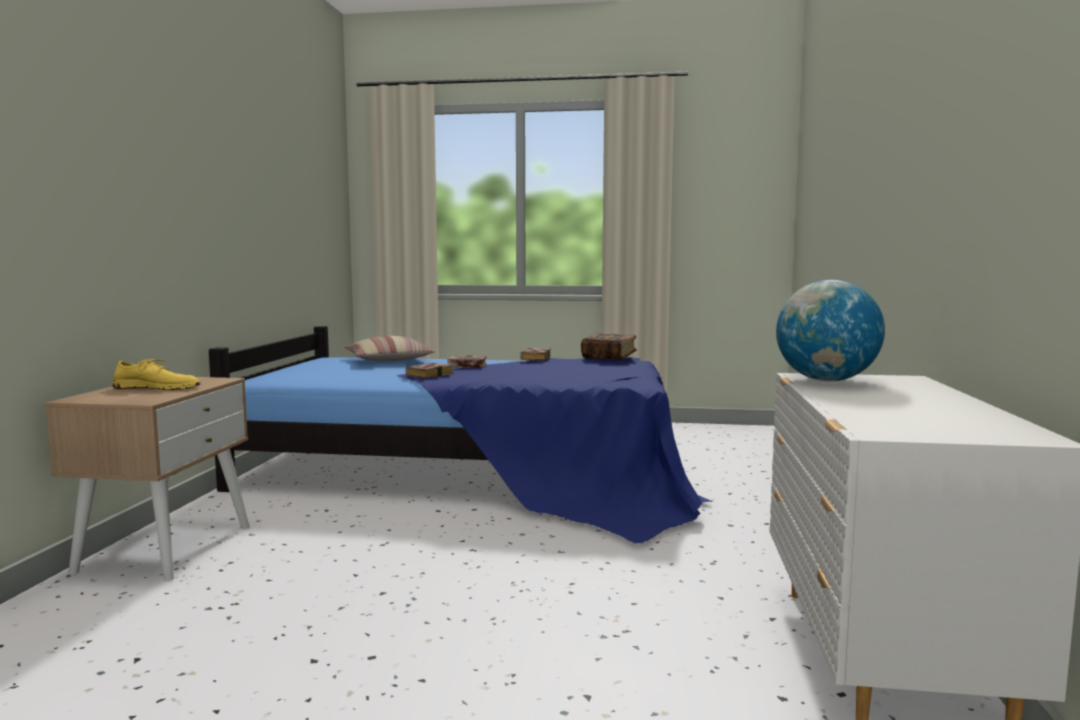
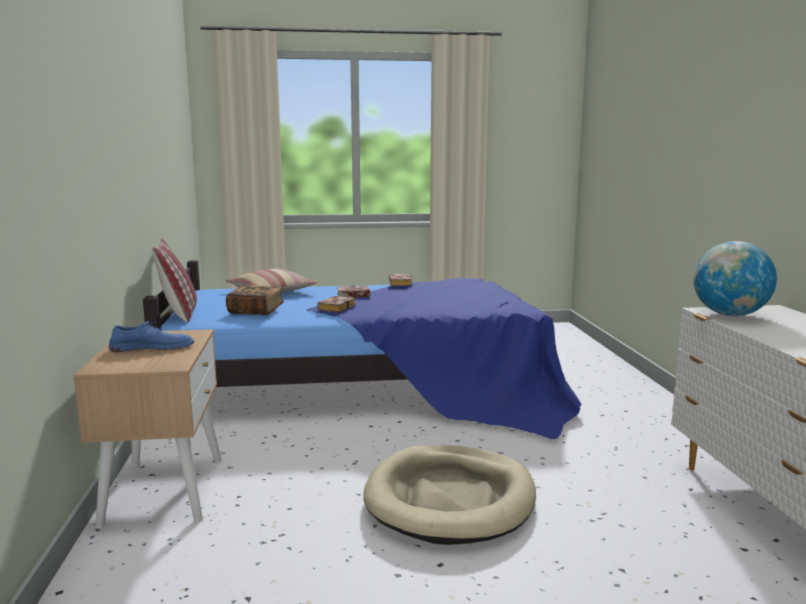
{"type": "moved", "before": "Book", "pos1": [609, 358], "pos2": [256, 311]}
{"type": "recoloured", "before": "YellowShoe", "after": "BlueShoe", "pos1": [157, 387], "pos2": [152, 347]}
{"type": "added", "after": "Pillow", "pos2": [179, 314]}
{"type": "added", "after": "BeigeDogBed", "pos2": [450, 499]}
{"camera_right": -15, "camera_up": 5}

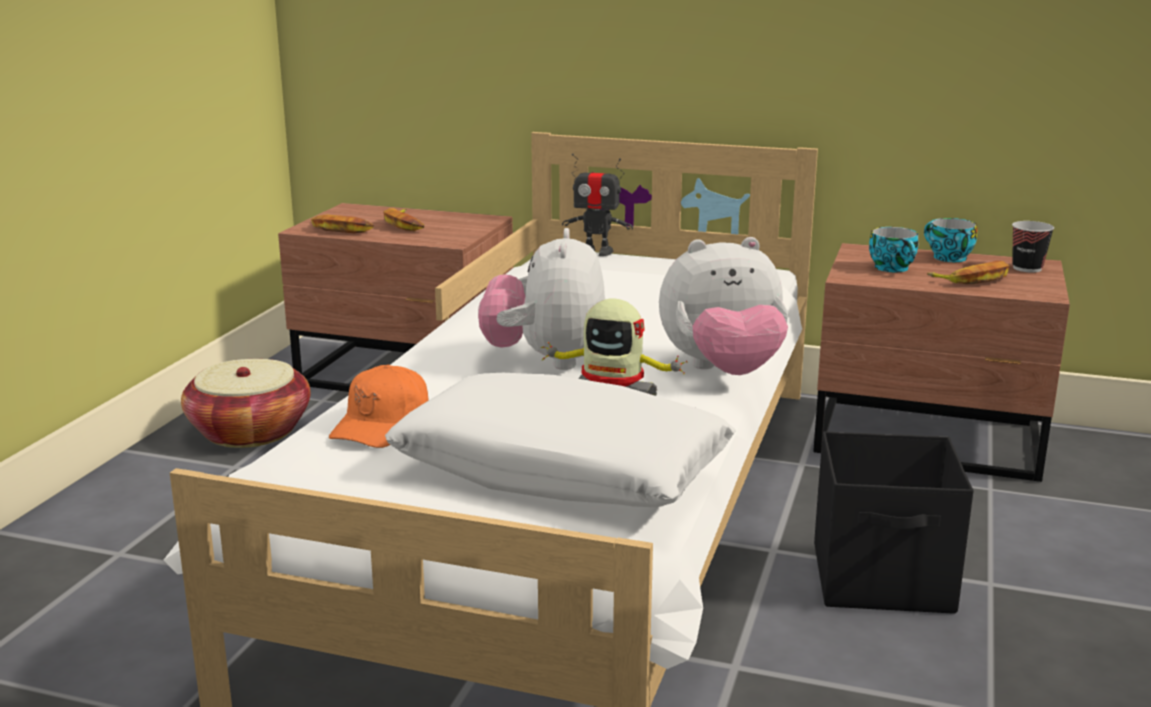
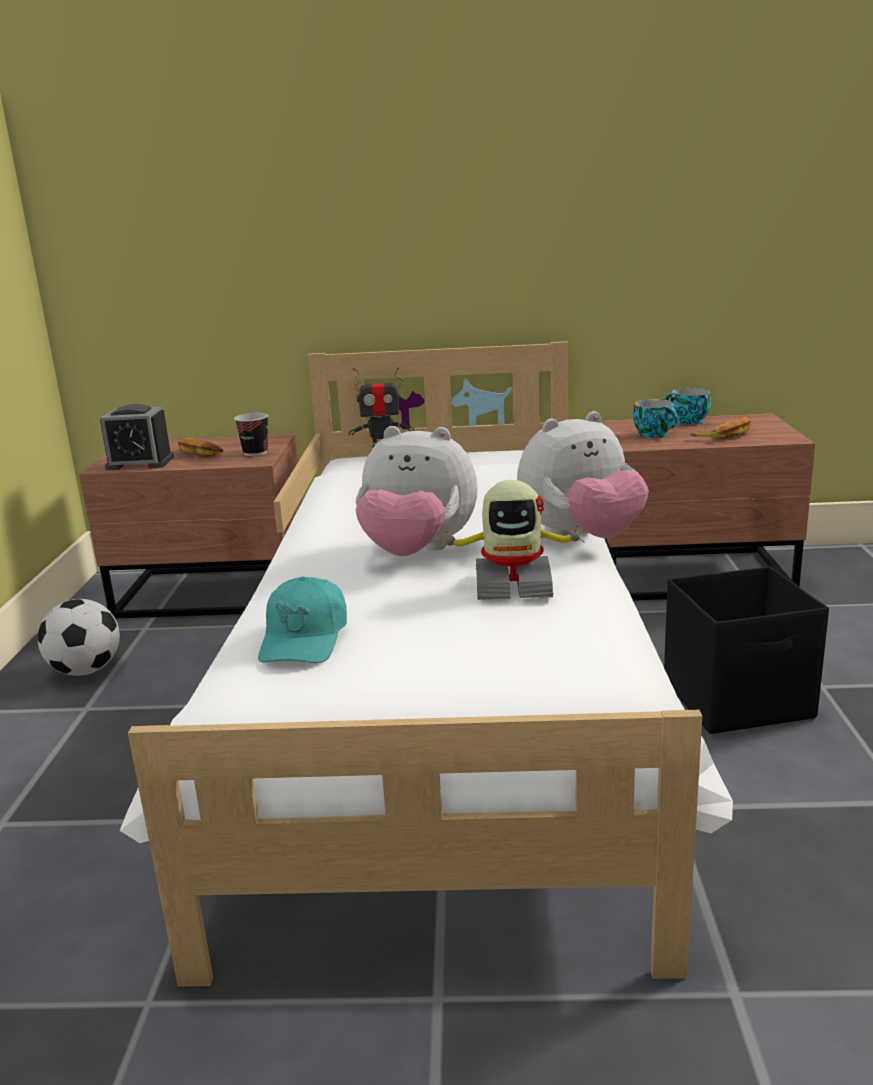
{"type": "replaced", "before": "Banana", "after": "AlarmClock", "pos1": [340, 229], "pos2": [140, 463]}
{"type": "moved", "before": "Cup", "pos1": [1027, 268], "pos2": [255, 453]}
{"type": "turned", "before": "PlushToy", "pos1": [546, 360], "pos2": [417, 552], "turn": -60}
{"type": "replaced", "before": "Basket", "after": "Football", "pos1": [250, 431], "pos2": [86, 670]}
{"type": "recoloured", "before": "OrangeCap", "after": "TurquoiseCap", "pos1": [382, 424], "pos2": [305, 638]}
{"type": "removed", "before": "WhitePillow", "pos1": [561, 470]}
{"camera_right": -15, "camera_up": 0}

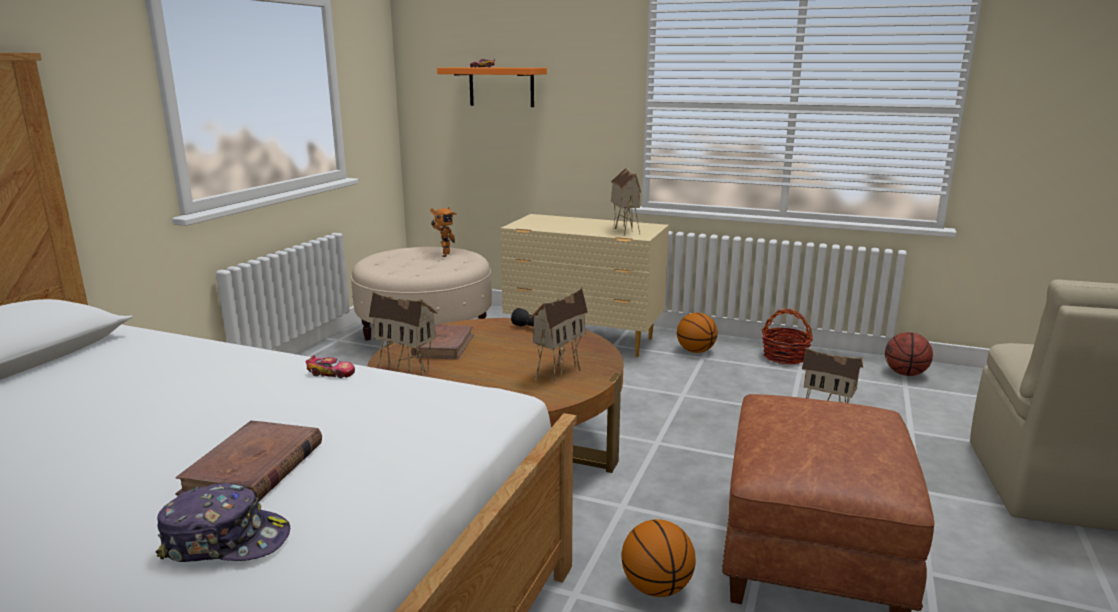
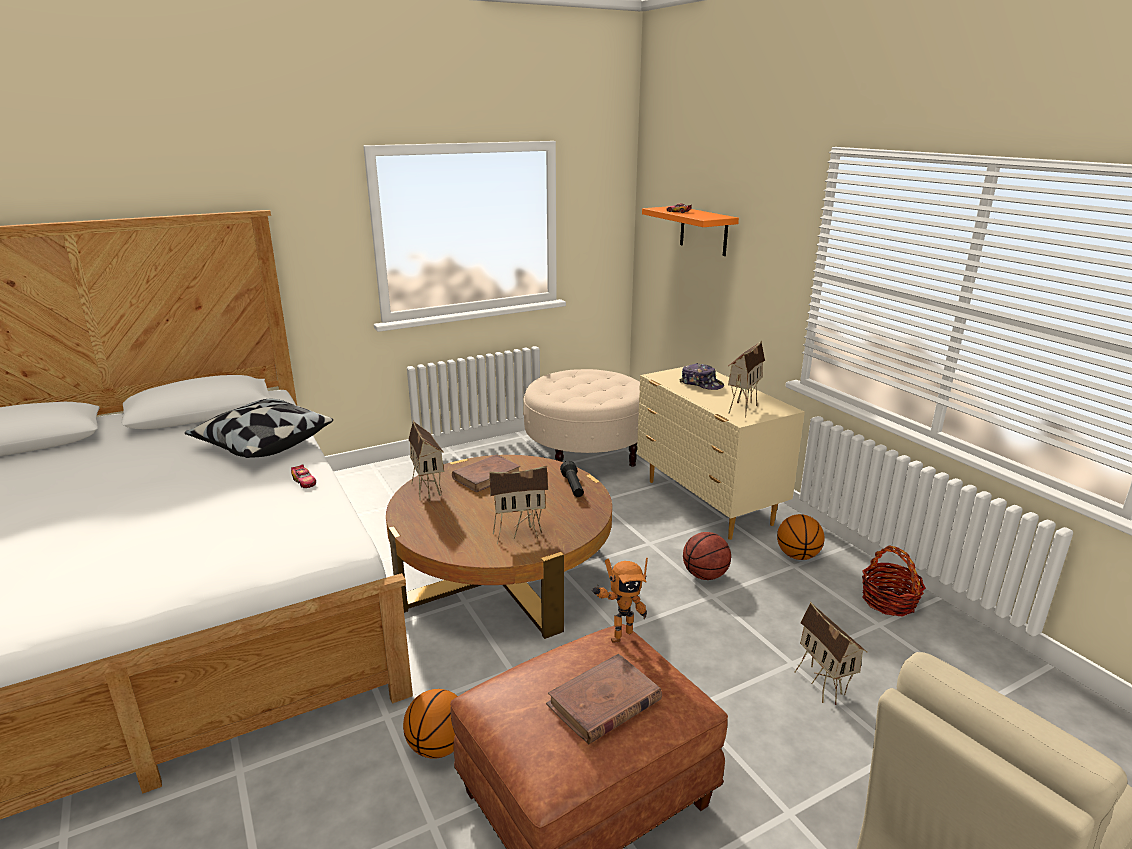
{"type": "moved", "before": "ToyRobot", "pos1": [443, 255], "pos2": [619, 635]}
{"type": "moved", "before": "Basketball", "pos1": [905, 374], "pos2": [704, 575]}
{"type": "moved", "before": "BrownBook", "pos1": [254, 468], "pos2": [604, 703]}
{"type": "moved", "before": "Cap", "pos1": [226, 541], "pos2": [701, 384]}
{"type": "added", "after": "Pillow", "pos2": [262, 444]}
{"camera_right": 40, "camera_up": 5}

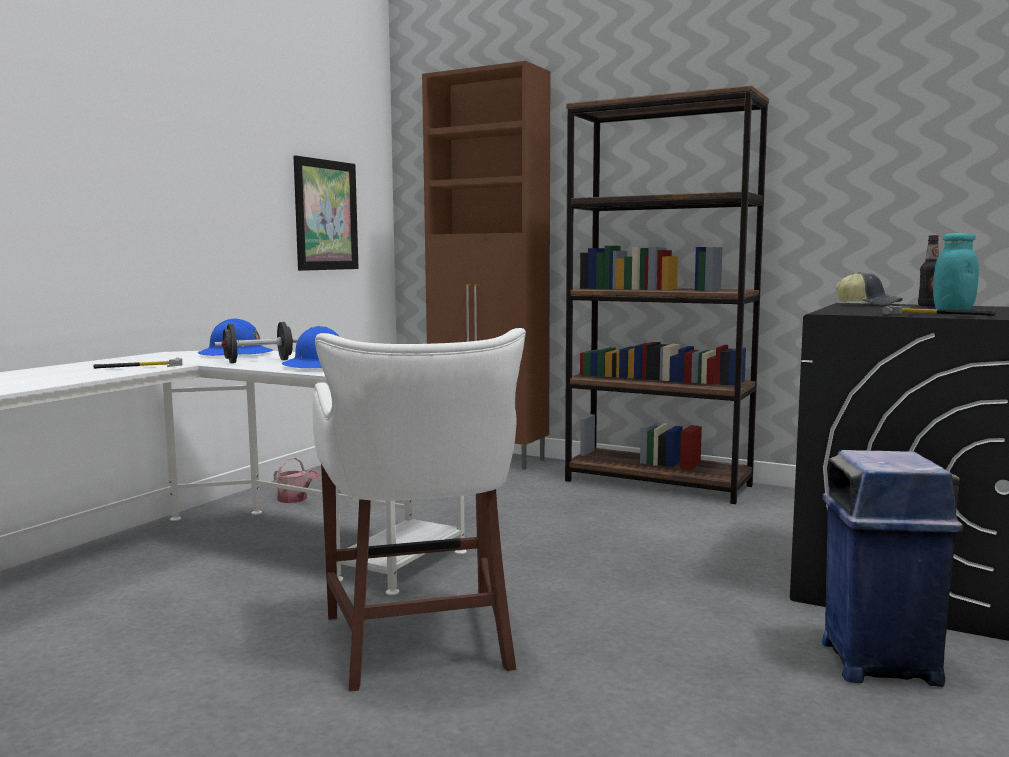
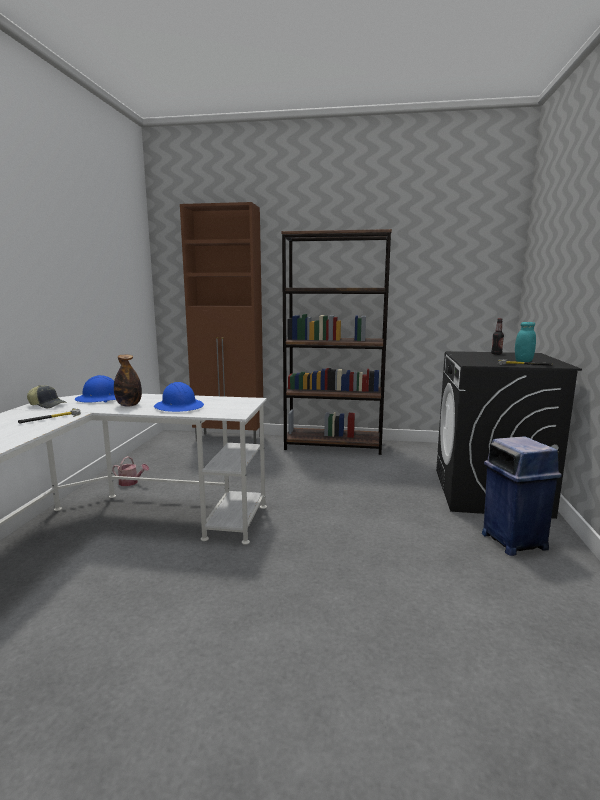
{"type": "removed", "before": "Picture", "pos1": [326, 215]}
{"type": "moved", "before": "Cap", "pos1": [869, 304], "pos2": [48, 405]}
{"type": "replaced", "before": "BlackDumbbell", "after": "Bottle", "pos1": [258, 361], "pos2": [129, 405]}
{"type": "removed", "before": "WhiteStool", "pos1": [421, 643]}
{"camera_right": -20, "camera_up": 5}

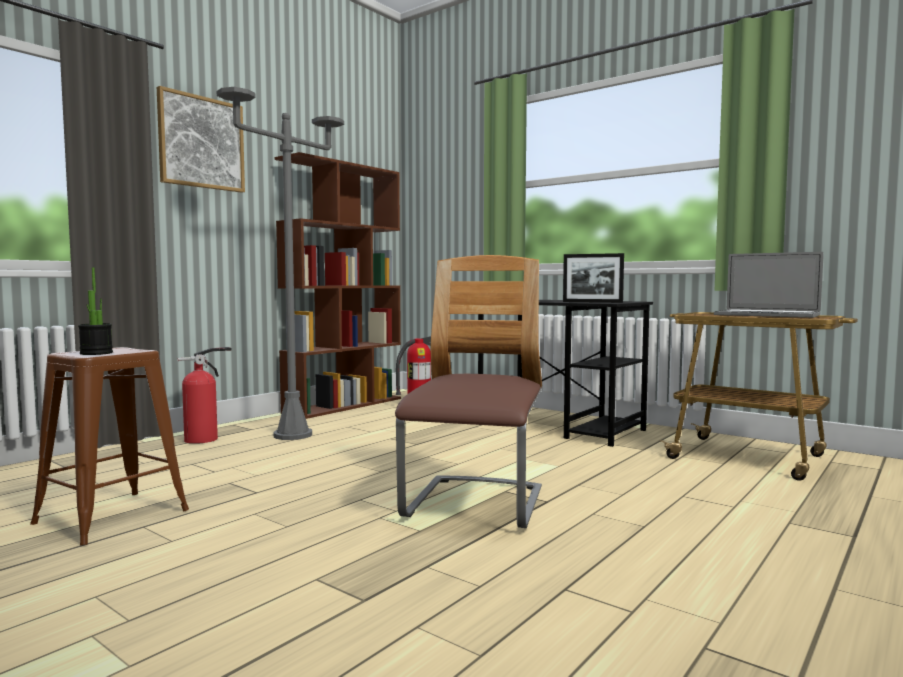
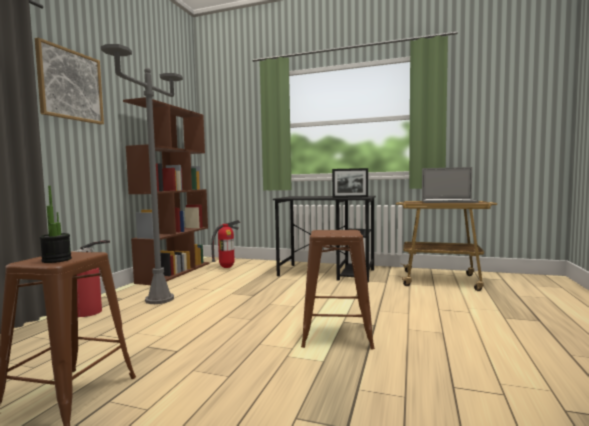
{"type": "replaced", "before": "Chair", "after": "BrownStool", "pos1": [475, 505], "pos2": [336, 335]}
{"camera_right": -20, "camera_up": 0}

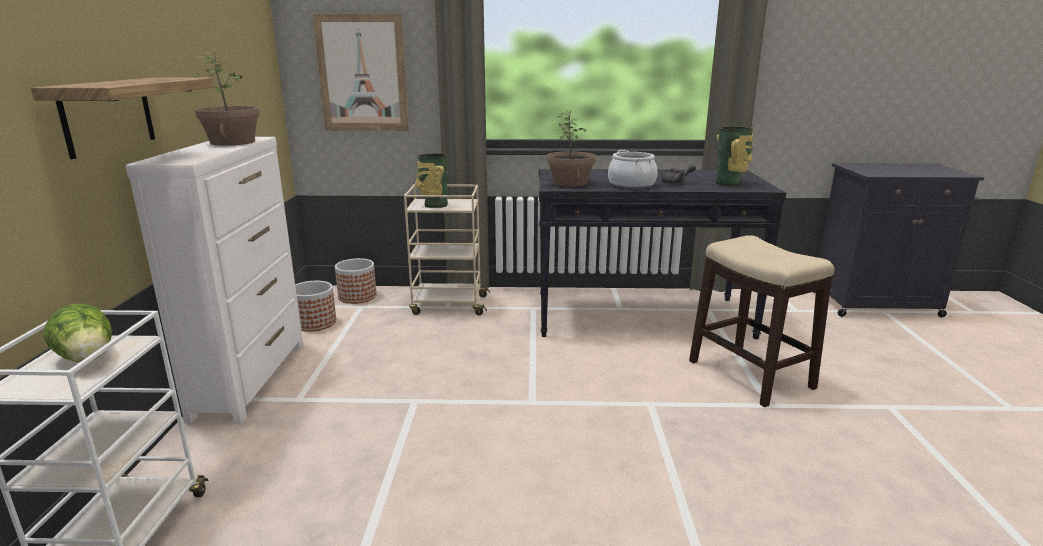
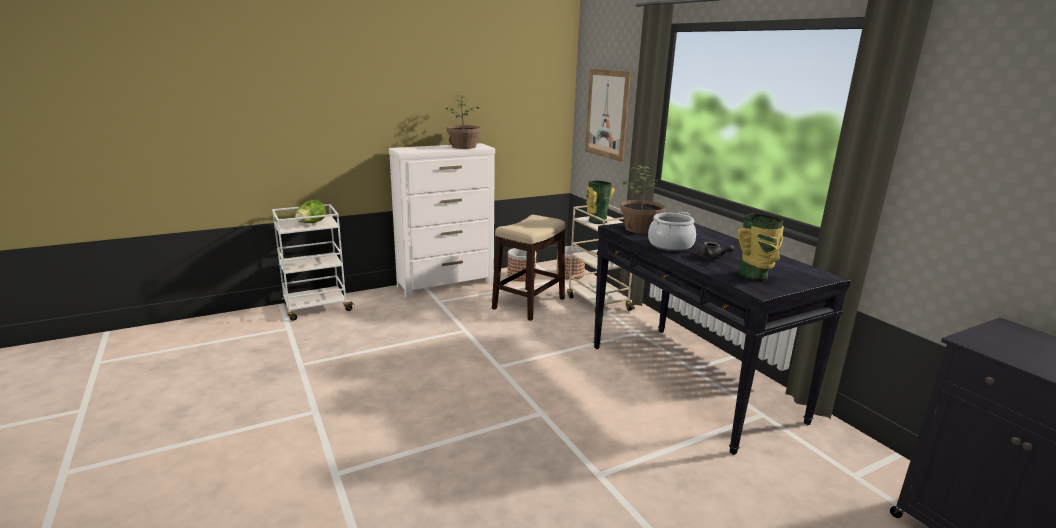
{"type": "removed", "before": "Shelf", "pos1": [108, 115]}
{"type": "moved", "before": "Stool", "pos1": [749, 374], "pos2": [529, 303]}
{"camera_right": 60, "camera_up": 0}

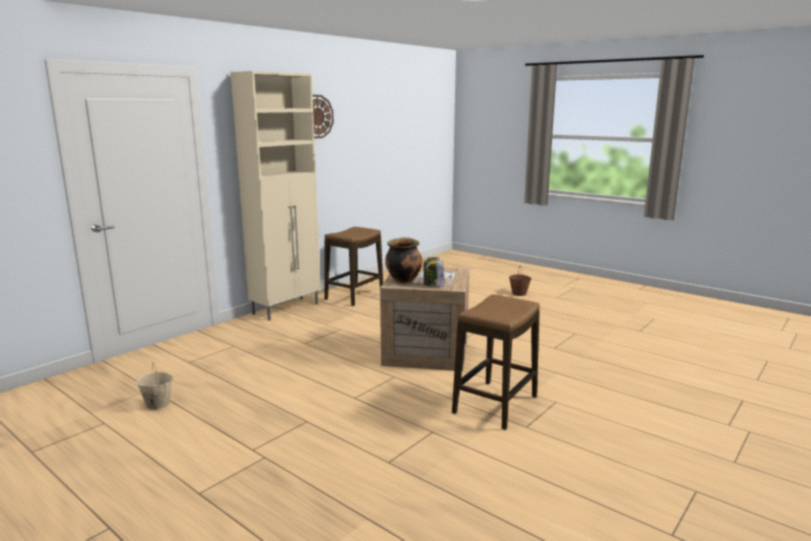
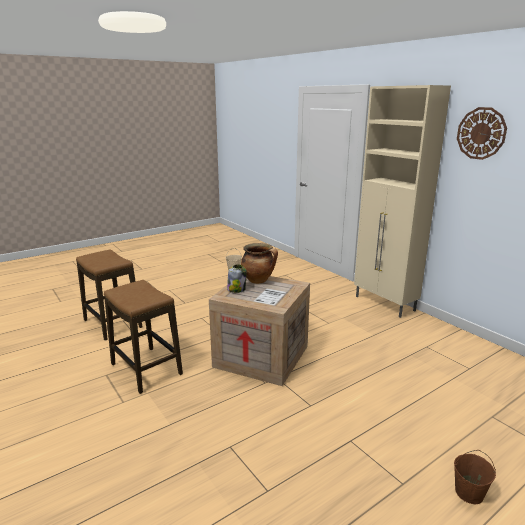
{"type": "moved", "before": "Stool", "pos1": [354, 296], "pos2": [113, 324]}
{"camera_right": 105, "camera_up": 5}

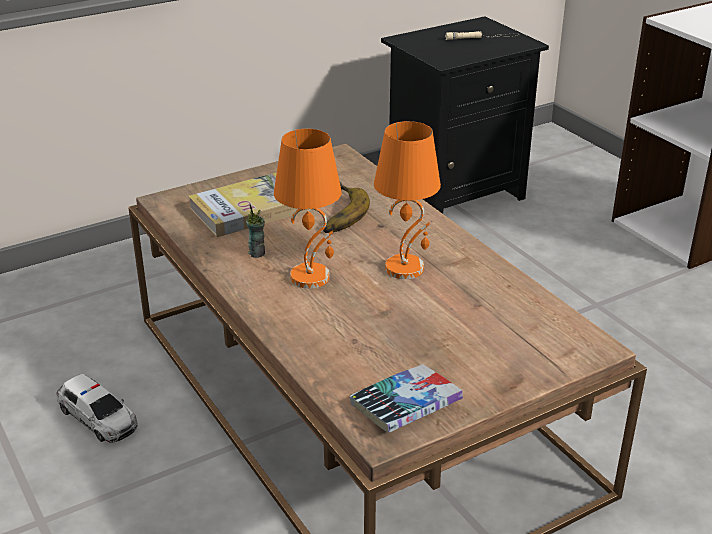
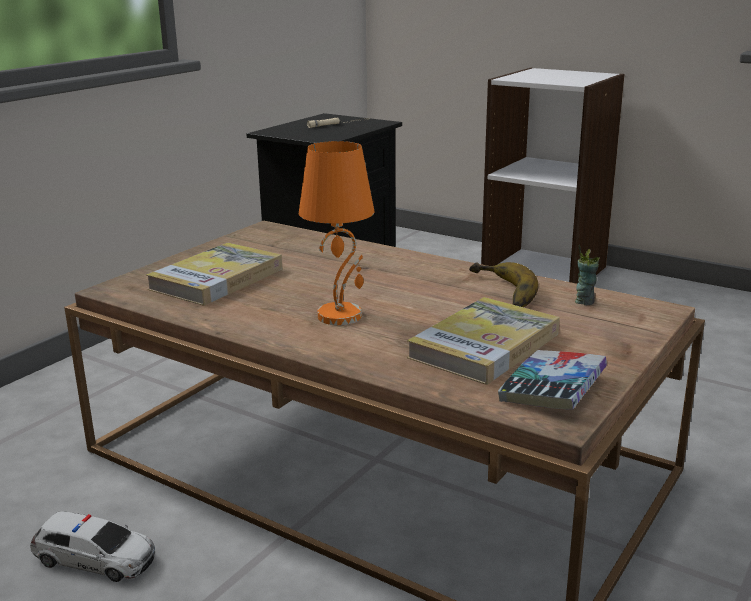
{"type": "removed", "before": "OrangeTableLamp", "pos1": [405, 268]}
{"type": "moved", "before": "Banana", "pos1": [336, 213], "pos2": [499, 292]}
{"type": "moved", "before": "Cup", "pos1": [257, 253], "pos2": [584, 301]}
{"type": "added", "after": "Book", "pos2": [485, 346]}
{"camera_right": -25, "camera_up": -10}

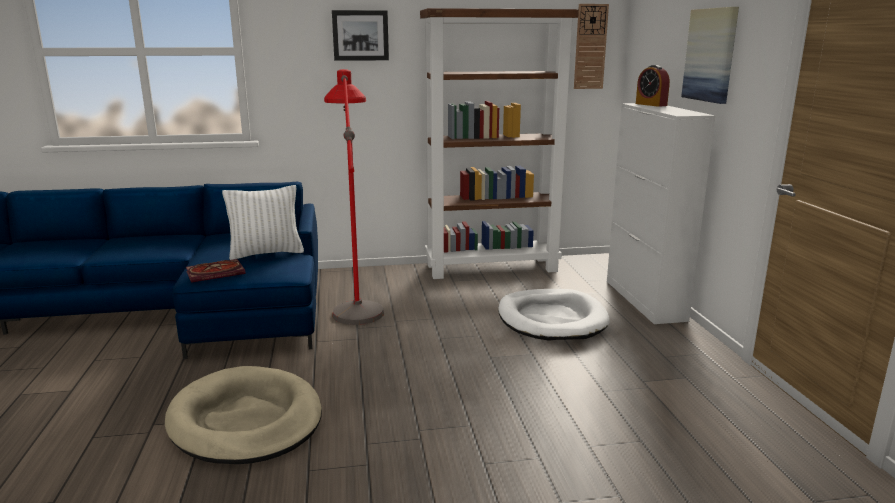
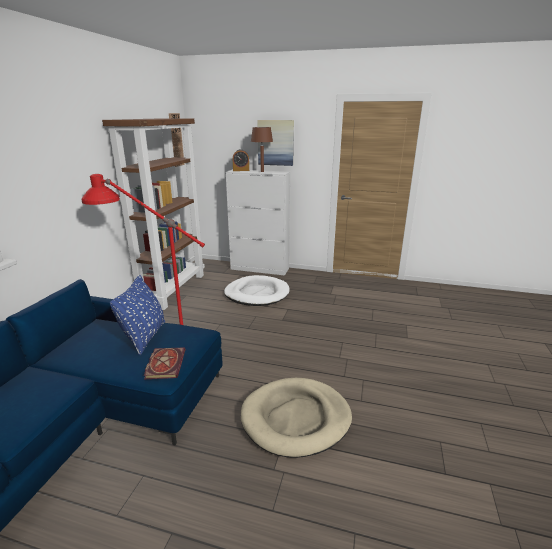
{"type": "removed", "before": "Picture", "pos1": [360, 35]}
{"type": "recoloured", "before": "WhitePillow", "after": "BluePillow", "pos1": [266, 253], "pos2": [145, 337]}
{"type": "added", "after": "BrownTableLamp", "pos2": [262, 171]}
{"camera_right": -65, "camera_up": 5}

